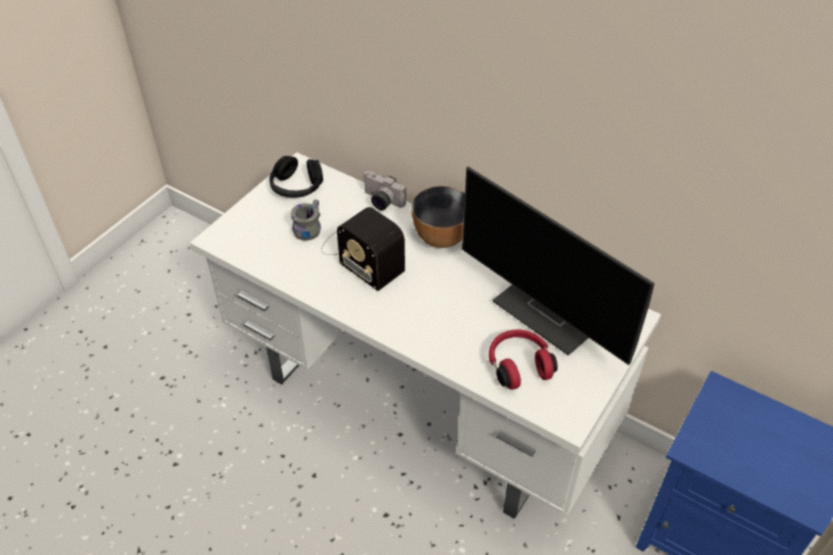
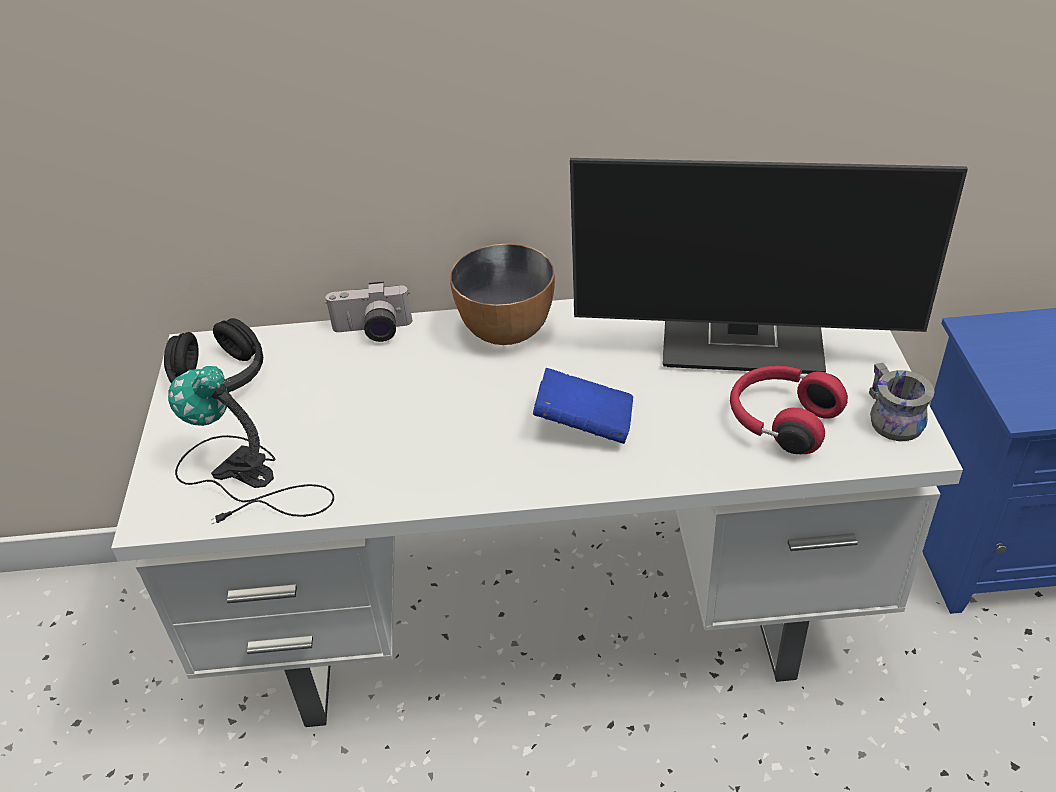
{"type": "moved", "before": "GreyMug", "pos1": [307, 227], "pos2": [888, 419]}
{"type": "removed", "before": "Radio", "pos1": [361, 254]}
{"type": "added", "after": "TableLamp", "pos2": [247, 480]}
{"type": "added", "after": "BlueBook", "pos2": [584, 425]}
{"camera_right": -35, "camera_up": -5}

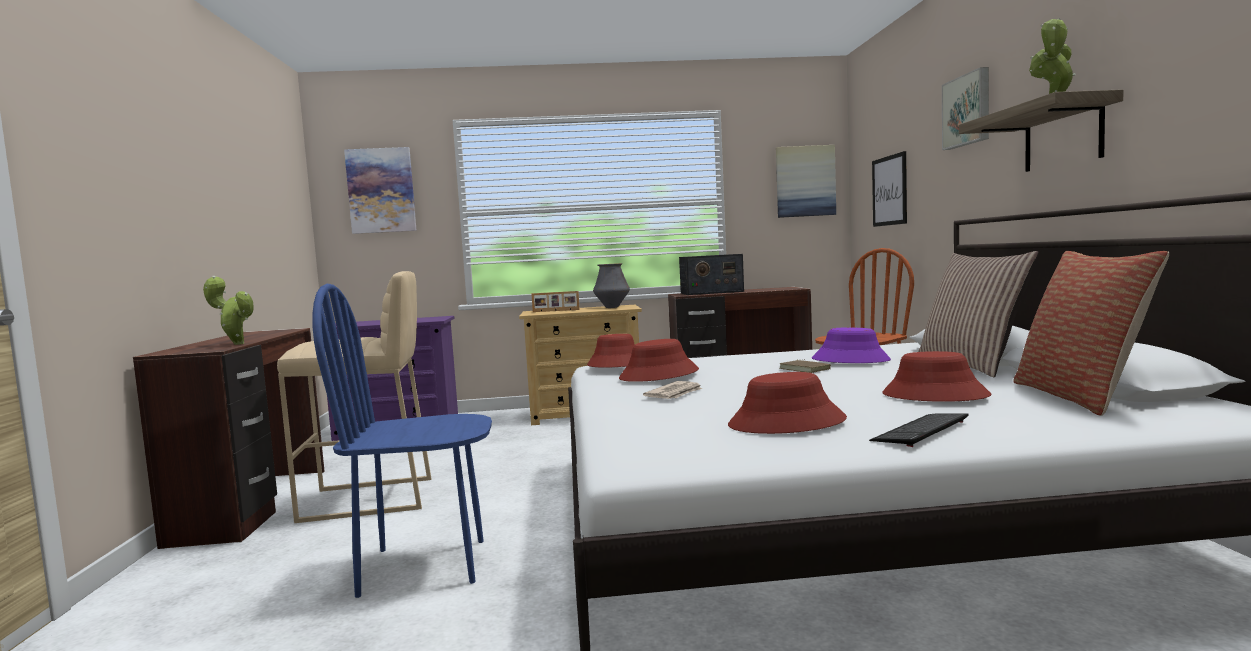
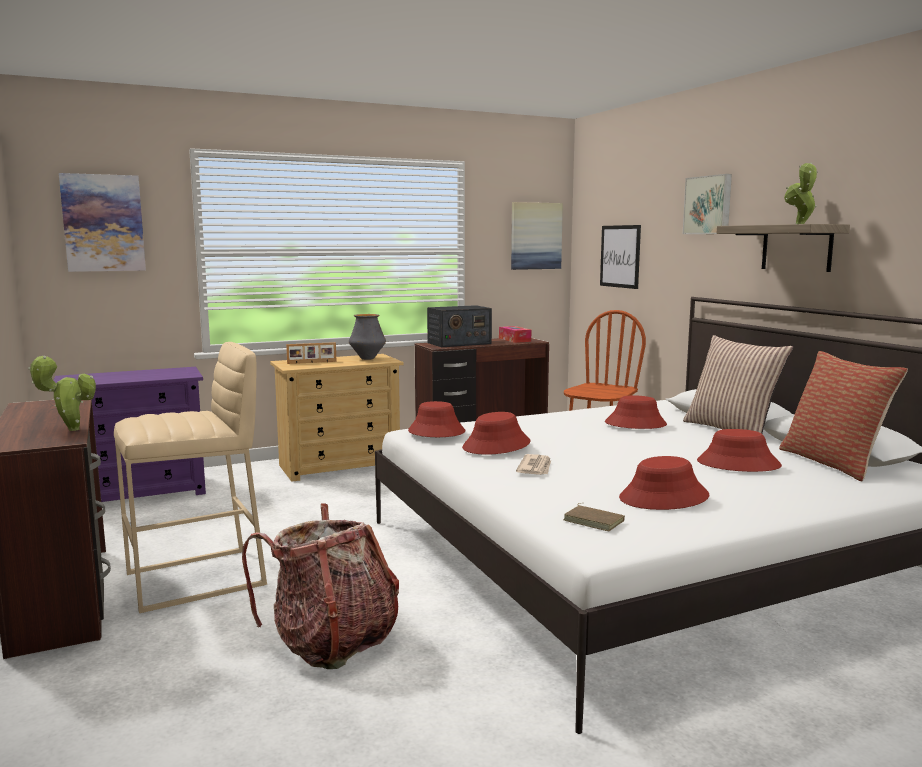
{"type": "replaced", "before": "BlueChair", "after": "Backpack", "pos1": [424, 566], "pos2": [331, 641]}
{"type": "recoloured", "before": "PurpleHat", "after": "RedHat", "pos1": [850, 360], "pos2": [635, 424]}
{"type": "moved", "before": "BrownBook", "pos1": [806, 369], "pos2": [594, 520]}
{"type": "removed", "before": "Keyboard", "pos1": [921, 431]}
{"type": "added", "after": "TissueBox", "pos2": [514, 340]}
{"camera_right": -20, "camera_up": 5}

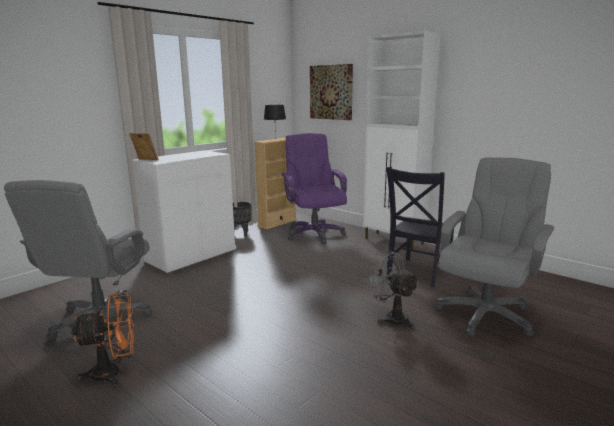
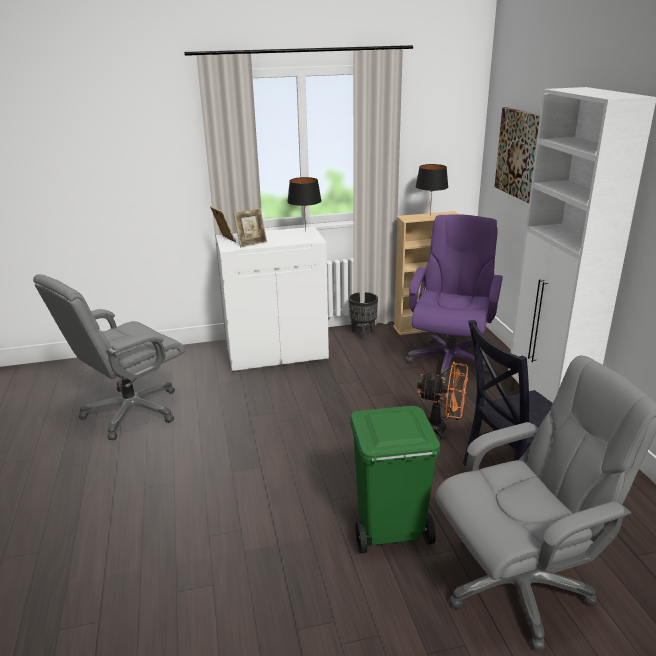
{"type": "replaced", "before": "GreyFan", "after": "GreenTrashCan", "pos1": [391, 318], "pos2": [389, 531]}
{"type": "moved", "before": "OrangeFan", "pos1": [114, 373], "pos2": [442, 428]}
{"type": "added", "after": "BlackTableLamp", "pos2": [305, 231]}
{"type": "added", "after": "PictureFrame", "pos2": [251, 243]}
{"camera_right": 35, "camera_up": 10}

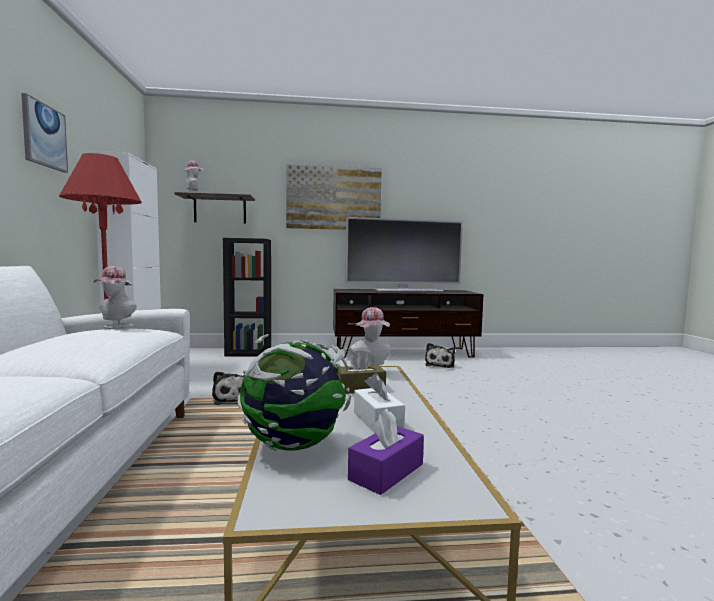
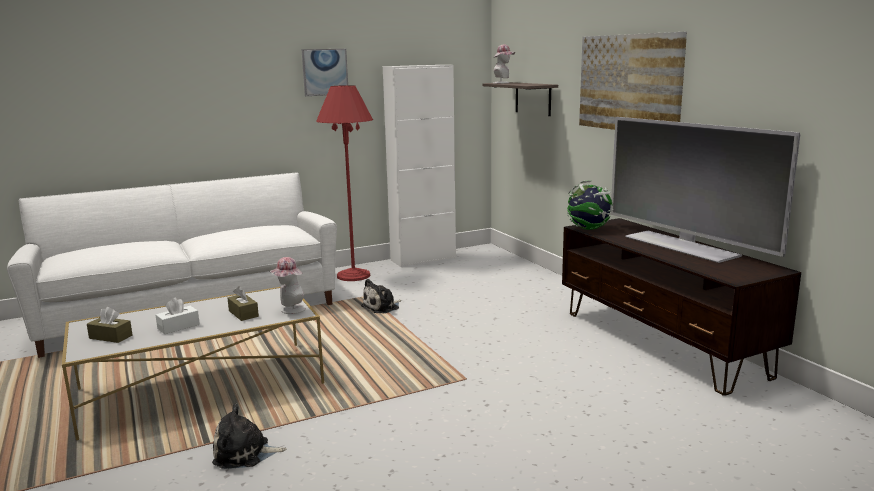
{"type": "removed", "before": "BlackBookcase", "pos1": [249, 352]}
{"type": "removed", "before": "Hat", "pos1": [116, 327]}
{"type": "moved", "before": "Globe", "pos1": [294, 445], "pos2": [589, 229]}
{"type": "moved", "before": "PlushToy", "pos1": [440, 365], "pos2": [245, 453]}
{"type": "recoloured", "before": "PurpleTissueBox", "after": "BrownTissueBox", "pos1": [386, 472], "pos2": [110, 337]}
{"camera_right": 70, "camera_up": 10}

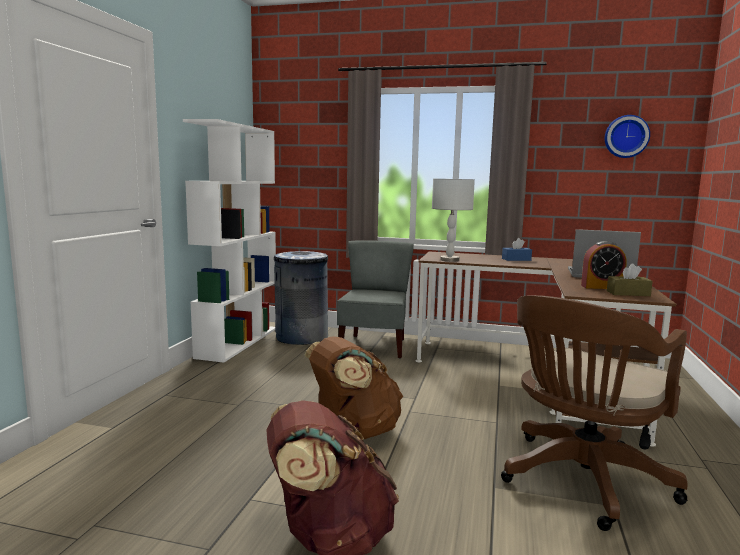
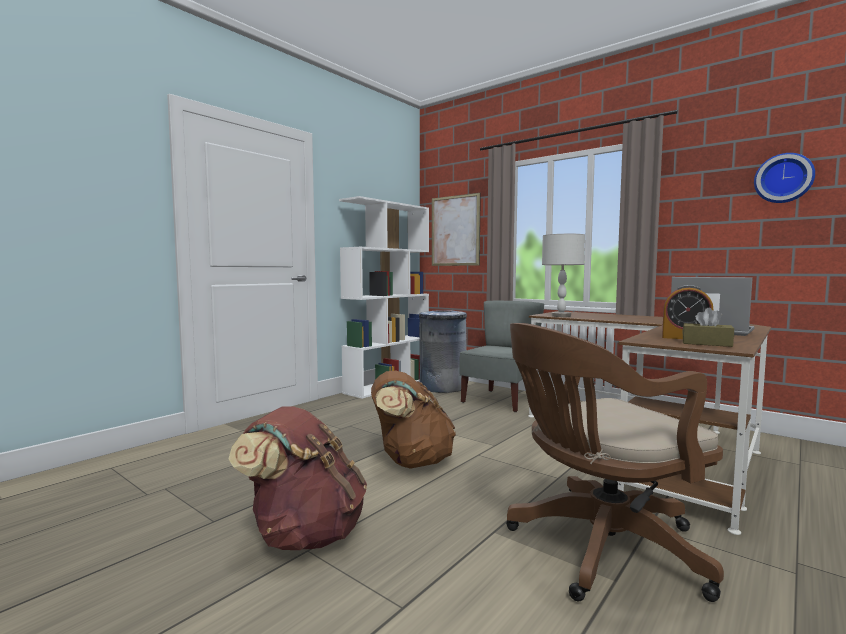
{"type": "removed", "before": "BlueTissueBox", "pos1": [516, 259]}
{"type": "added", "after": "Picture", "pos2": [455, 230]}
{"camera_right": 25, "camera_up": -5}

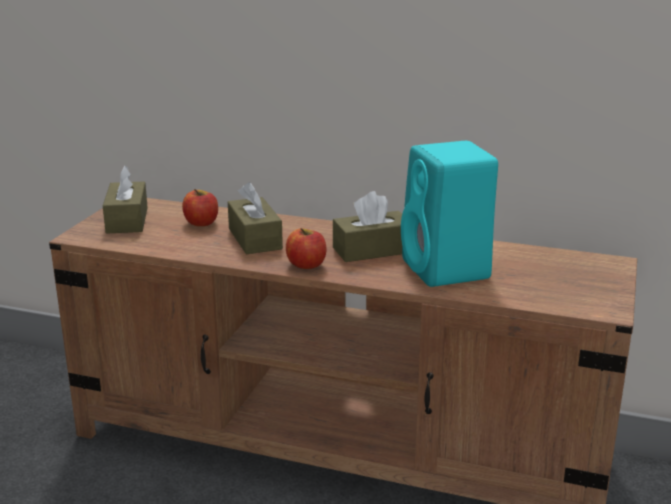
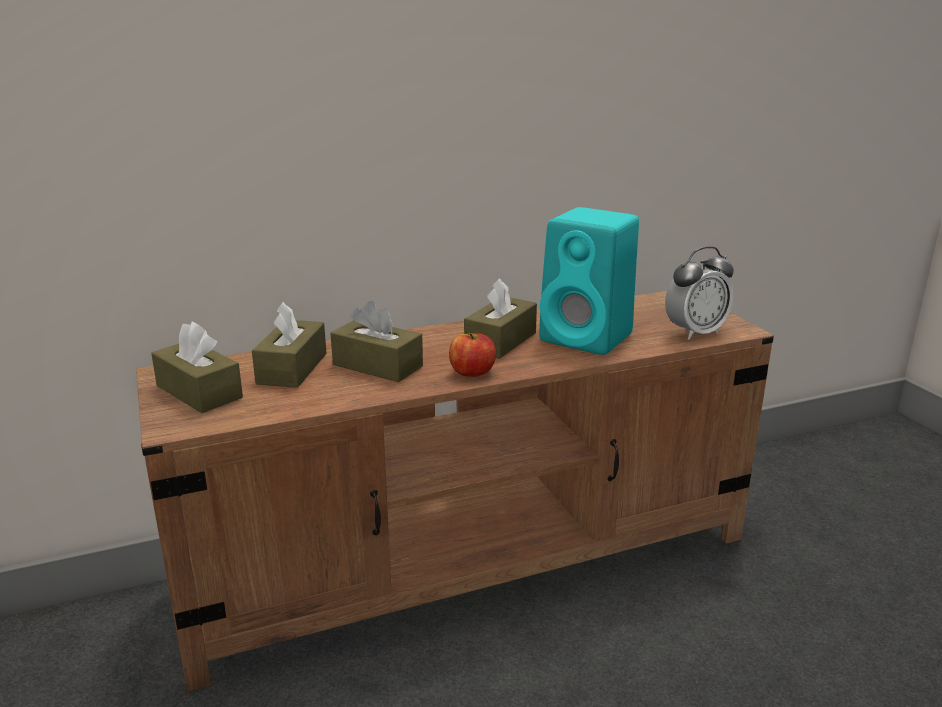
{"type": "replaced", "before": "Apple", "after": "BrownTissueBox", "pos1": [201, 223], "pos2": [292, 368]}
{"type": "added", "after": "AlarmClock", "pos2": [695, 332]}
{"camera_right": -40, "camera_up": 0}

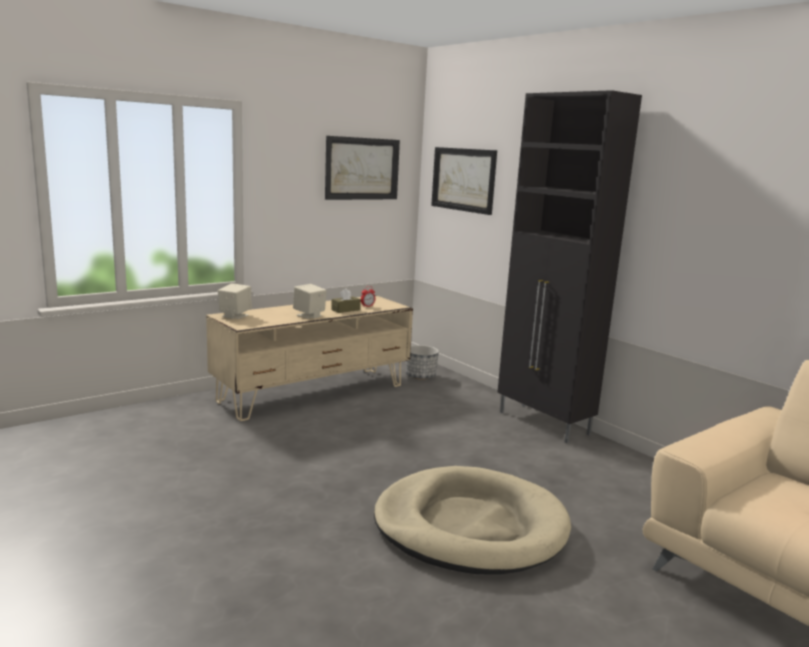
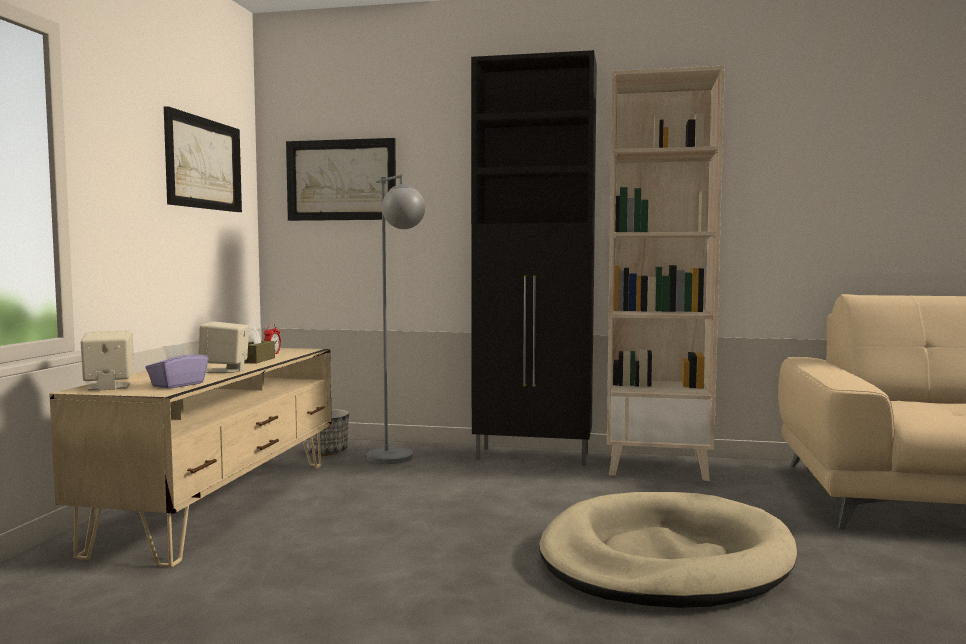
{"type": "added", "after": "BeigeBookcase", "pos2": [658, 466]}
{"type": "added", "after": "GreyFloorLamp", "pos2": [396, 461]}
{"type": "added", "after": "PurpleTissueBox", "pos2": [177, 385]}
{"camera_right": -40, "camera_up": -10}

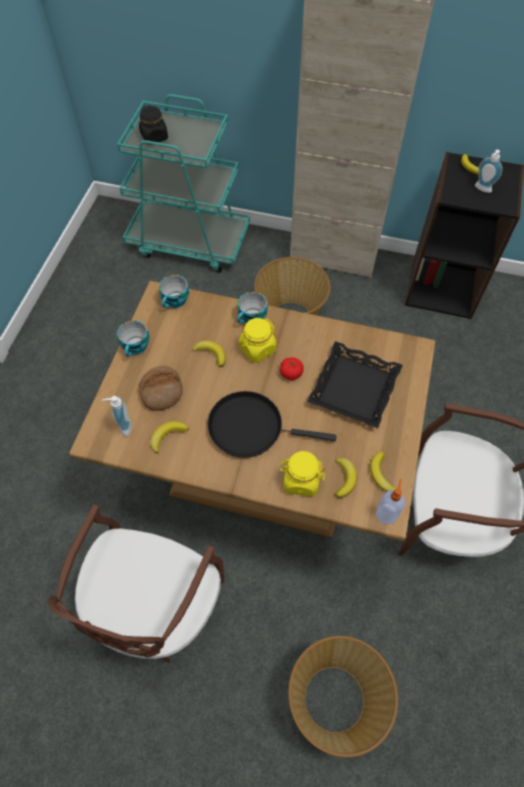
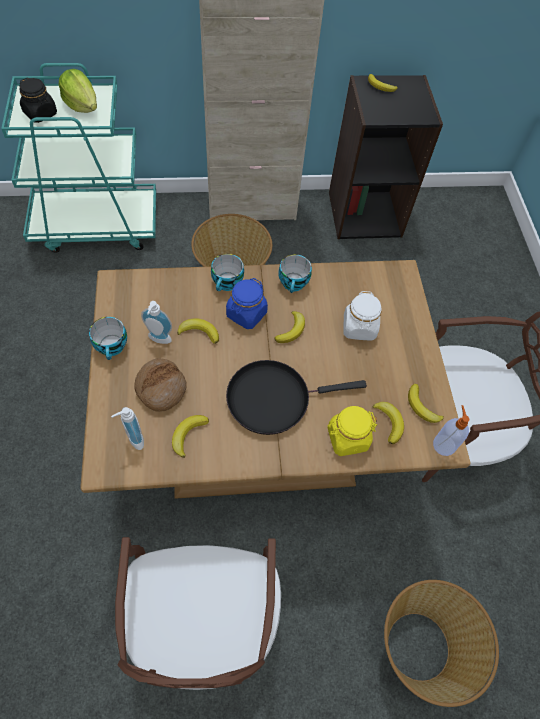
{"type": "moved", "before": "SoapDispenser", "pos1": [482, 189], "pos2": [158, 340]}
{"type": "moved", "before": "Cup", "pos1": [175, 301], "pos2": [294, 284]}
{"type": "recoloured", "before": "YellowJar", "after": "BlueJar", "pos1": [257, 349], "pos2": [246, 314]}
{"type": "replaced", "before": "BlackTray", "after": "WhiteJar", "pos1": [353, 388], "pos2": [359, 327]}
{"type": "replaced", "before": "Tomato", "after": "Banana", "pos1": [291, 373], "pos2": [291, 330]}
{"type": "added", "after": "Lettuce", "pos2": [82, 105]}
{"camera_right": -25, "camera_up": 0}

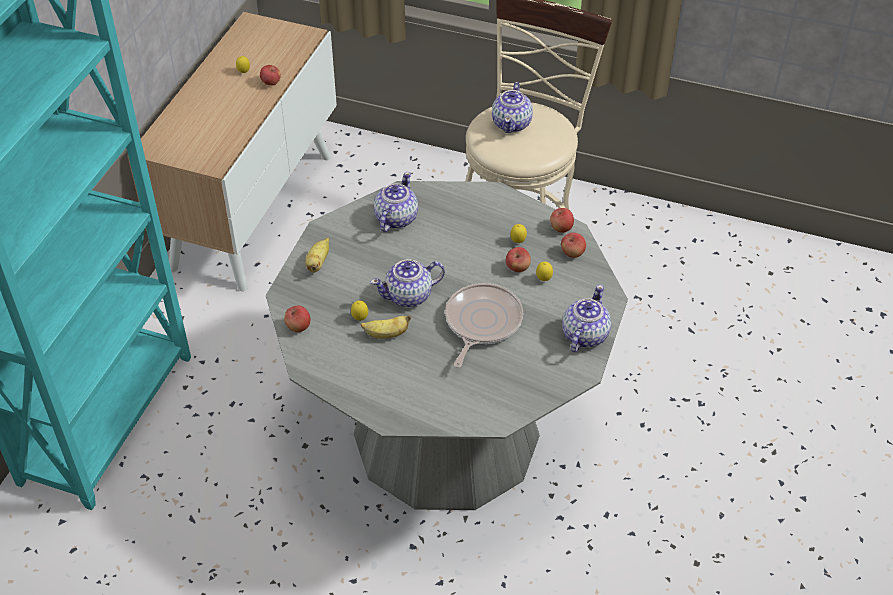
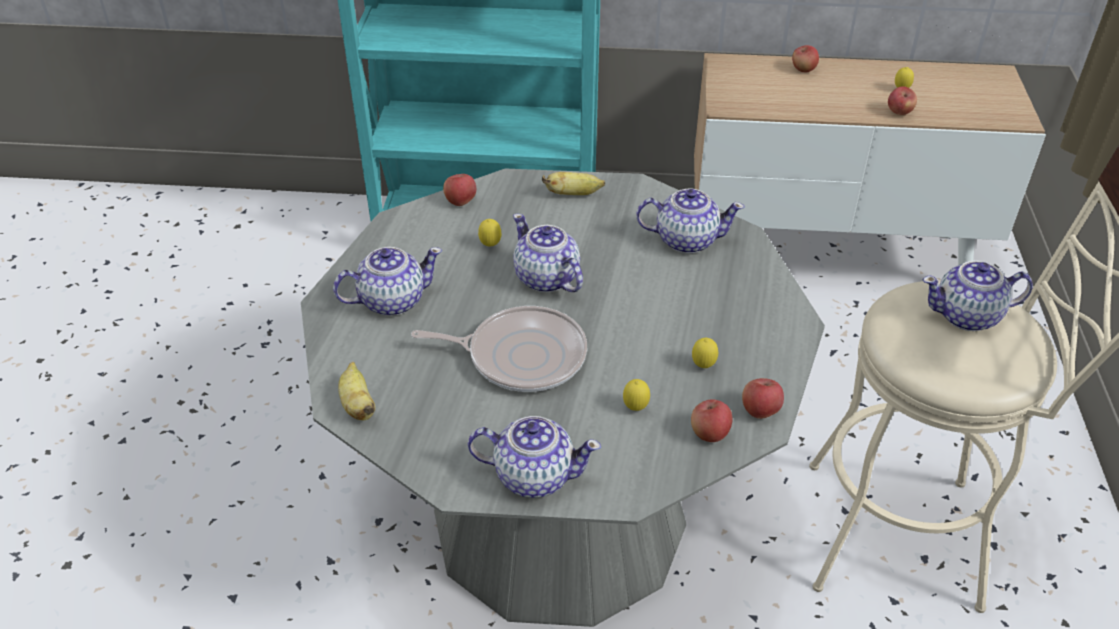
{"type": "moved", "before": "Apple", "pos1": [517, 268], "pos2": [803, 70]}
{"type": "moved", "before": "Banana", "pos1": [386, 334], "pos2": [358, 405]}
{"type": "added", "after": "Teapot", "pos2": [391, 301]}
{"camera_right": 75, "camera_up": -5}

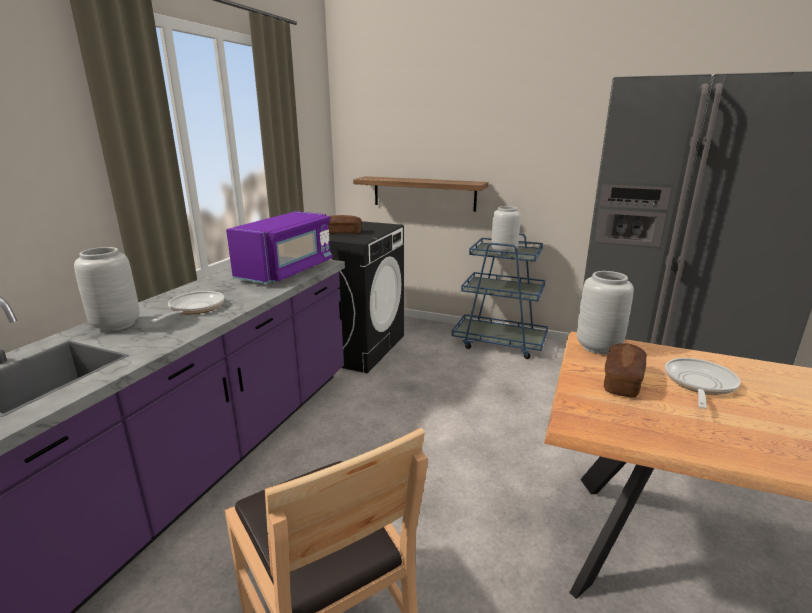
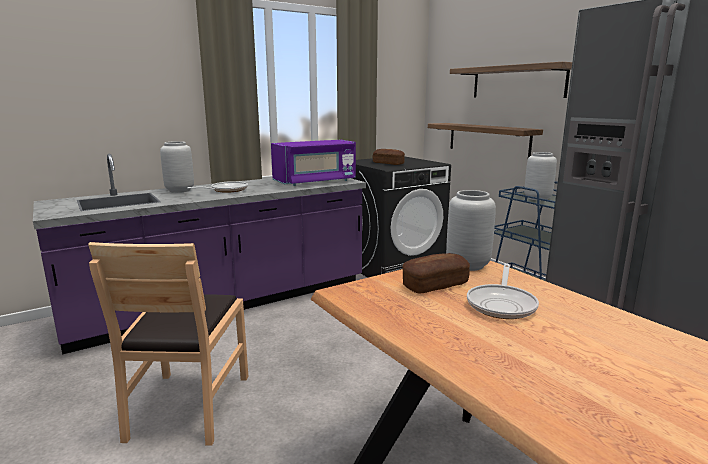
{"type": "turned", "before": "FryingPan", "pos1": [698, 384], "pos2": [502, 304], "turn": 135}
{"type": "added", "after": "Shelf", "pos2": [517, 82]}
{"camera_right": 35, "camera_up": -5}

